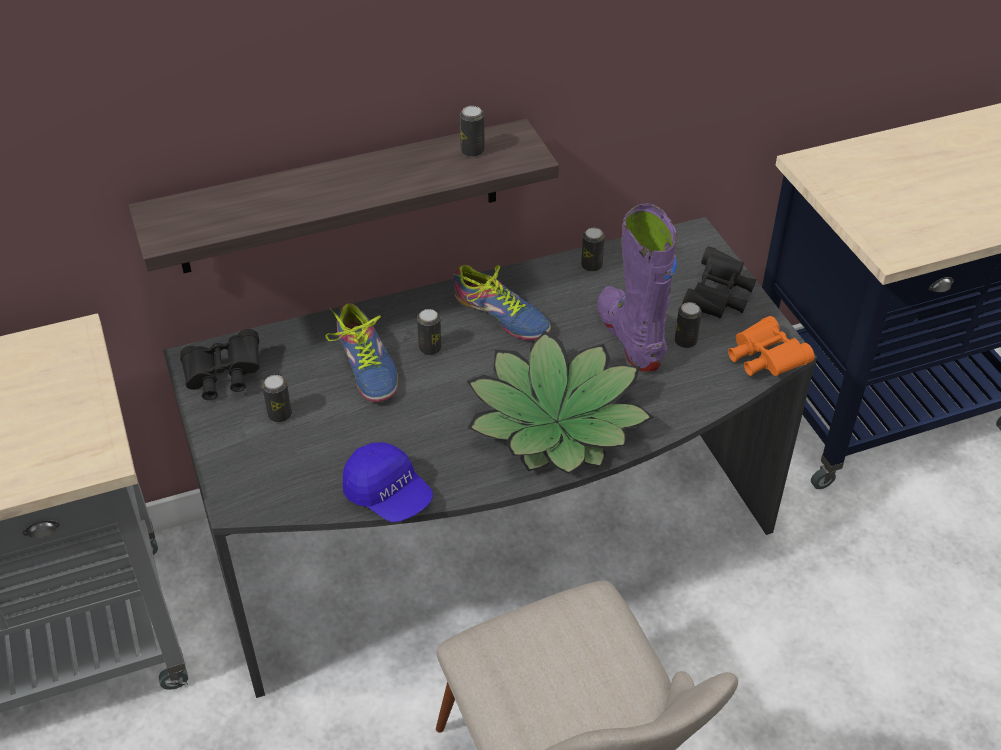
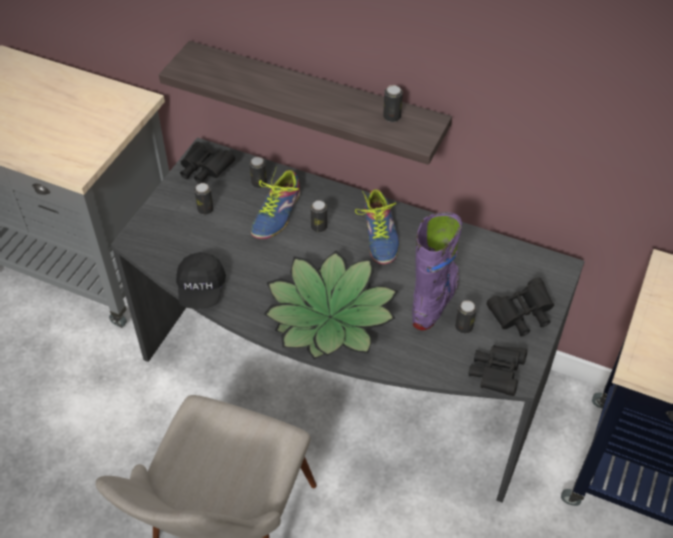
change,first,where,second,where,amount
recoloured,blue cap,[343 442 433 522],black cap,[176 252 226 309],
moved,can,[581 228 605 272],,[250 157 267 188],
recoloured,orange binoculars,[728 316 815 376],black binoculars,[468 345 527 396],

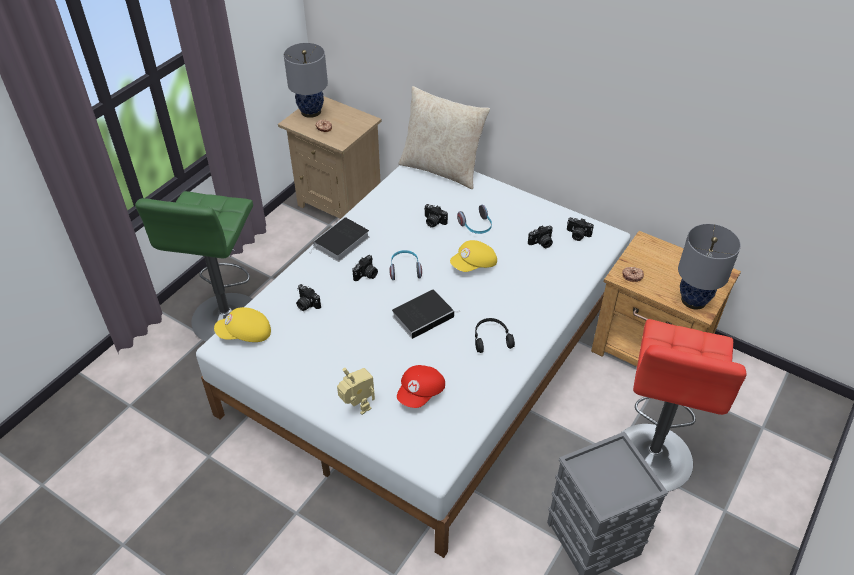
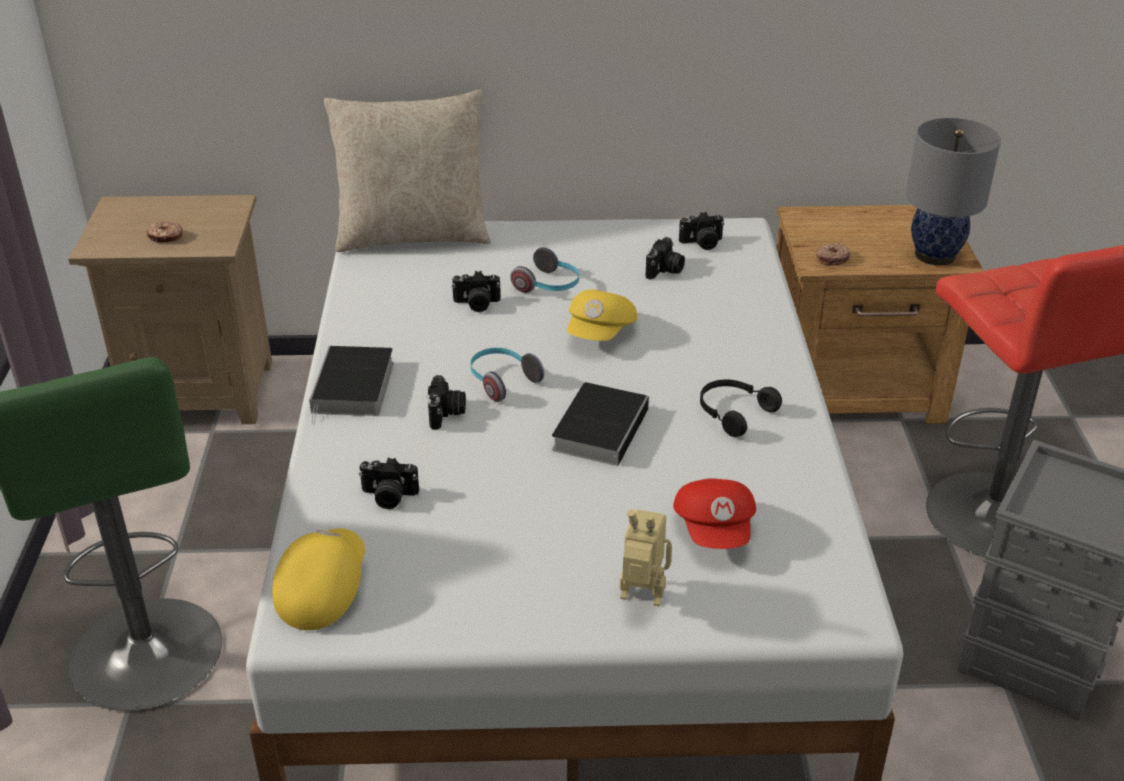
change,first,where,second,where,amount
turned,yellow cap,[214 307 271 342],,[272 528 365 630],150 degrees clockwise
removed,grey table lamp,[284 43 328 118],,,

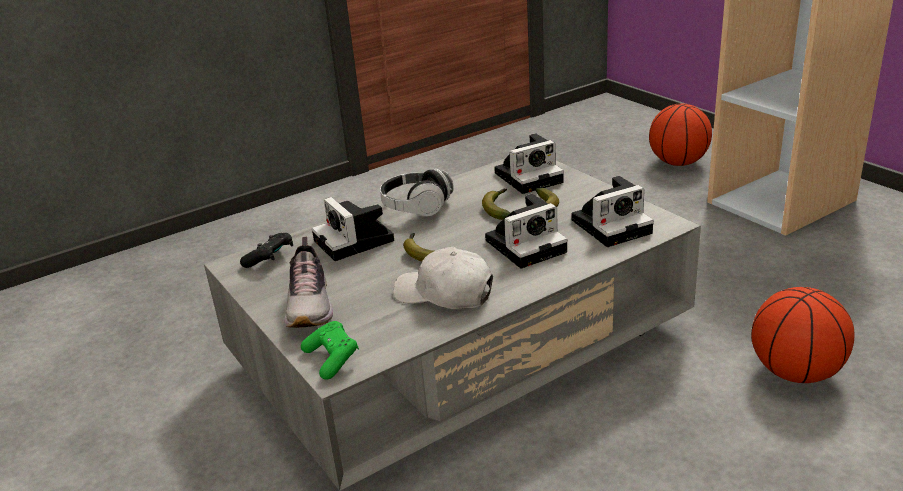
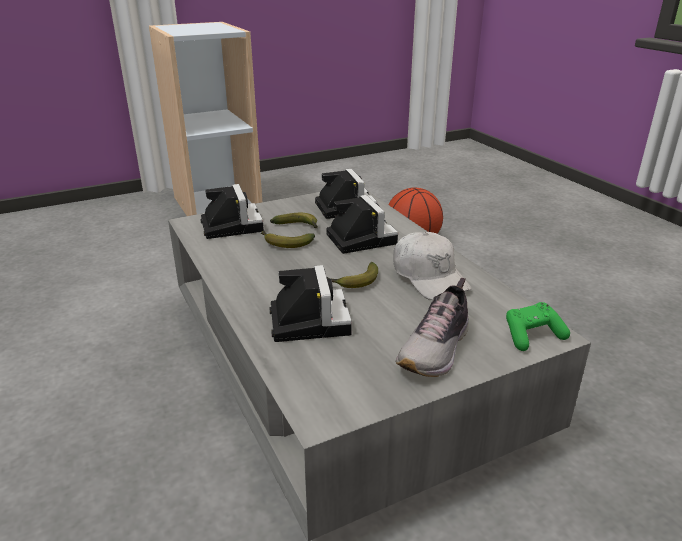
change,first,where,second,where,amount
removed,black game controller,[240 233 293 268],,,
turned,shoe,[284 237 333 328],,[396 278 469 377],120 degrees clockwise
turned,photo camera,[312 197 394 261],,[269 265 352 342],75 degrees counterclockwise
removed,headphones,[380 169 454 217],,,
turned,white cap,[393 247 493 309],,[393 232 472 300],60 degrees counterclockwise
removed,basketball,[649 103 712 166],,,

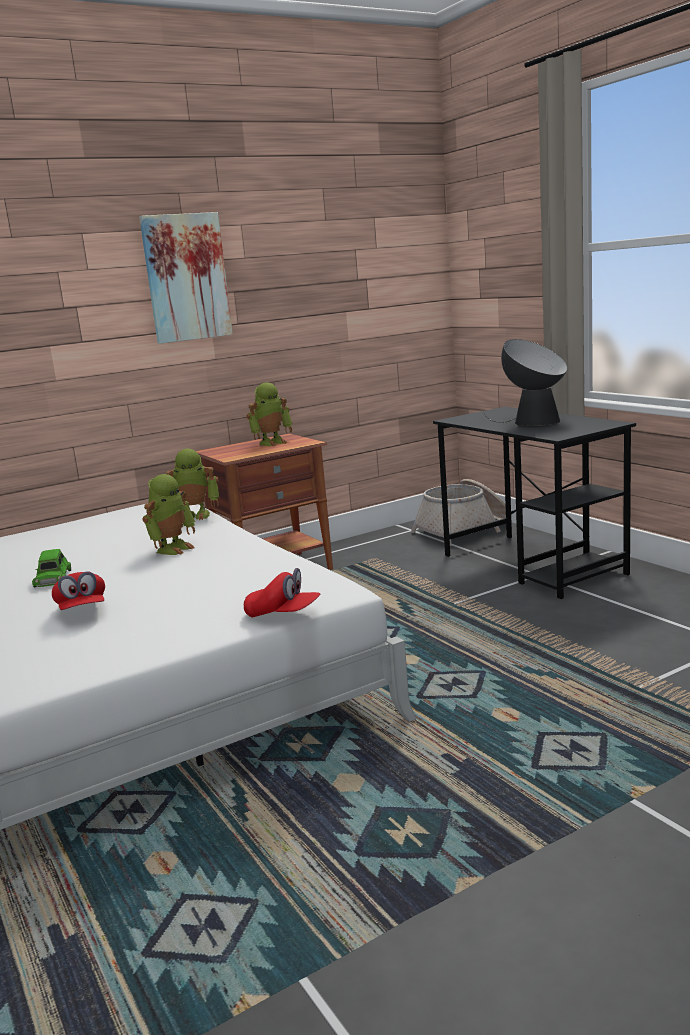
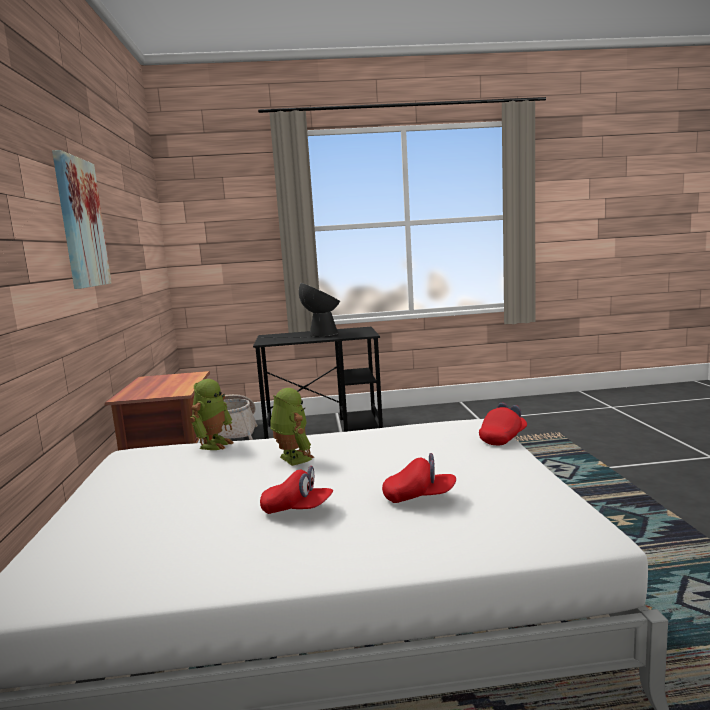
change,first,where,second,where,amount
replaced,green toy car,[32 549 71 587],red cap,[260 466 333 514],
removed,toy robot,[247 383 293 446],,,

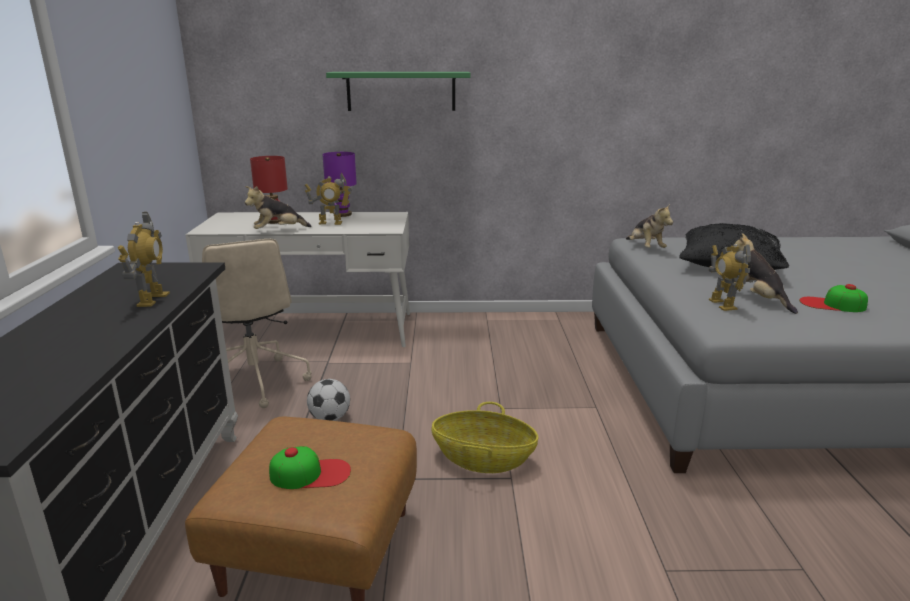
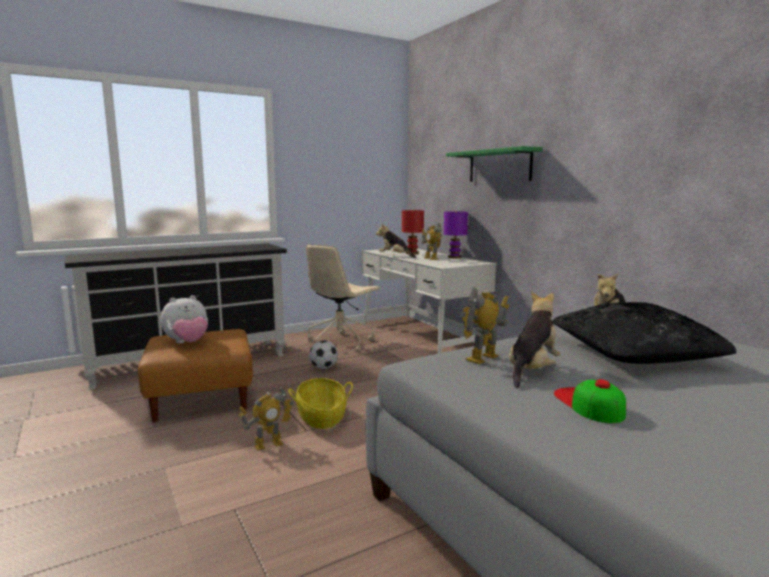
change,first,where,second,where,amount
moved,toy robot,[118 212 170 307],,[239 386 294 450],
replaced,cap,[269 446 351 489],plush toy,[161 295 208 344],

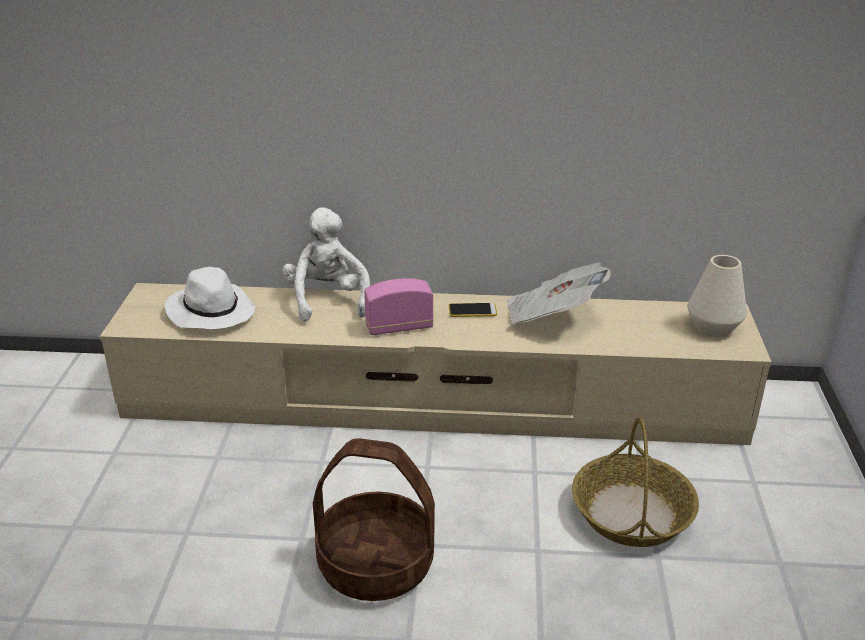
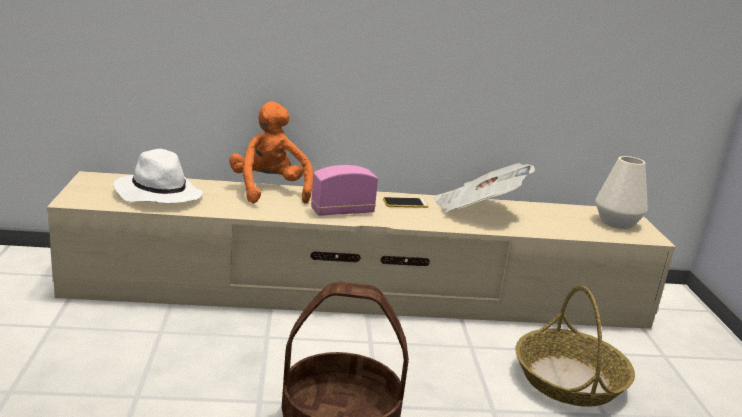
change,first,where,second,where,amount
recoloured,white plush toy,[282 207 370 322],orange plush toy,[229 101 313 204],

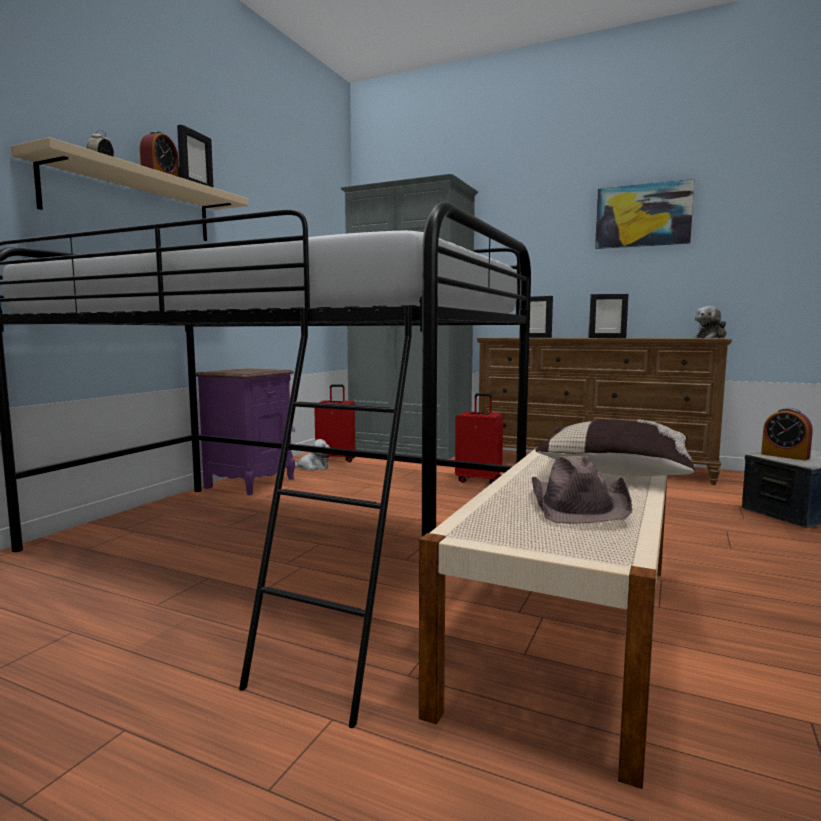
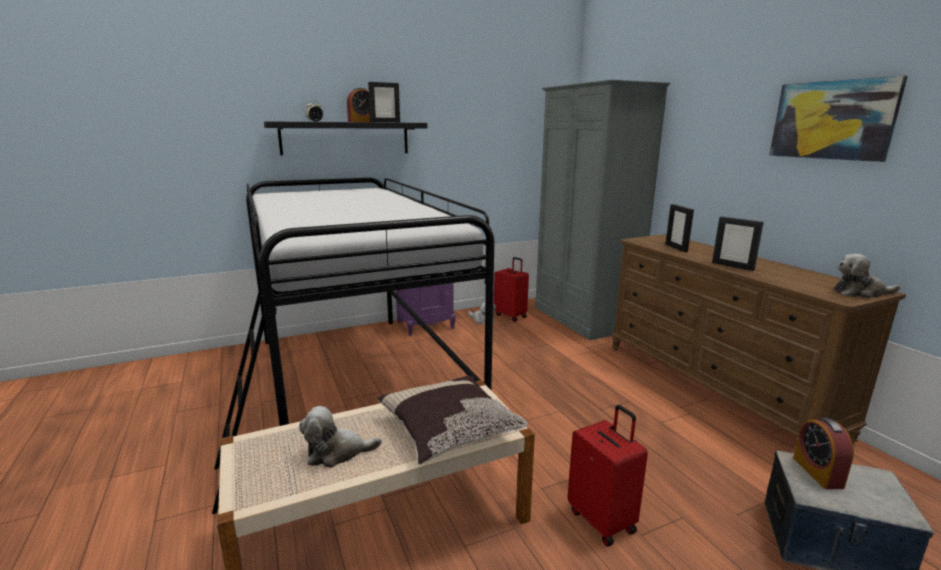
change,first,where,second,where,amount
recoloured,beige shelf,[11 137 249 241],black shelf,[264 121 427 155],
moved,red suitcase,[455 393 503 484],,[567 405 648 547],
replaced,brown hat,[532 456 632 524],plush toy,[299 406 382 468],

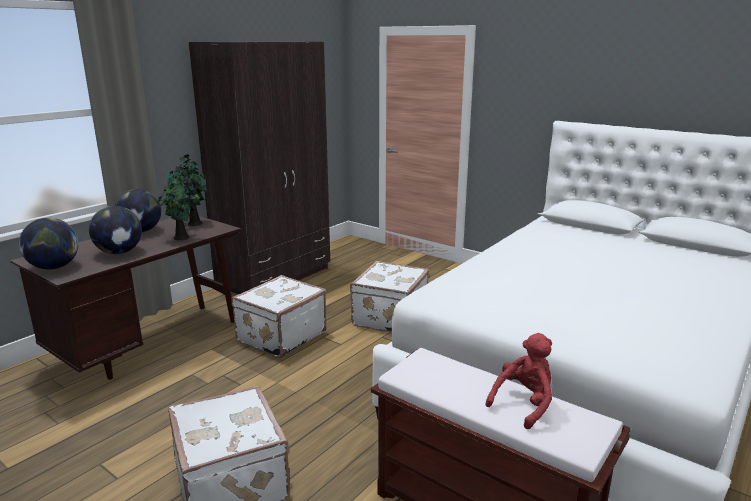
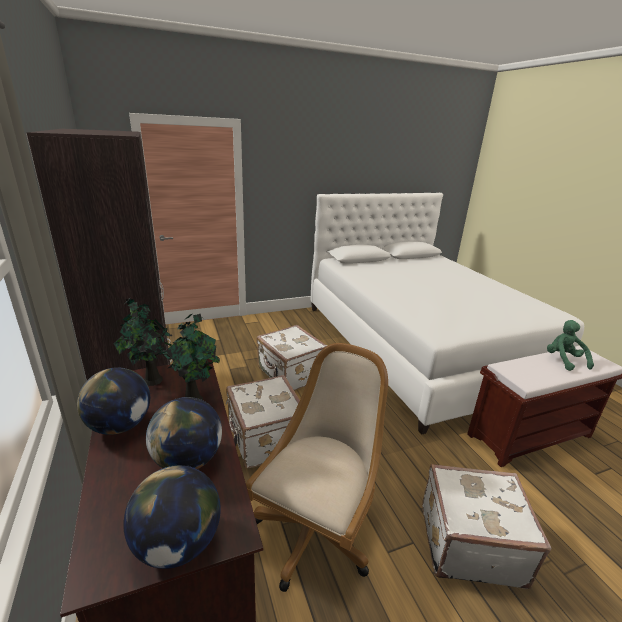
change,first,where,second,where,amount
recoloured,red plush toy,[486 333 552 429],green plush toy,[547 320 594 371],
added,,,office chair,[246 343 388 592],

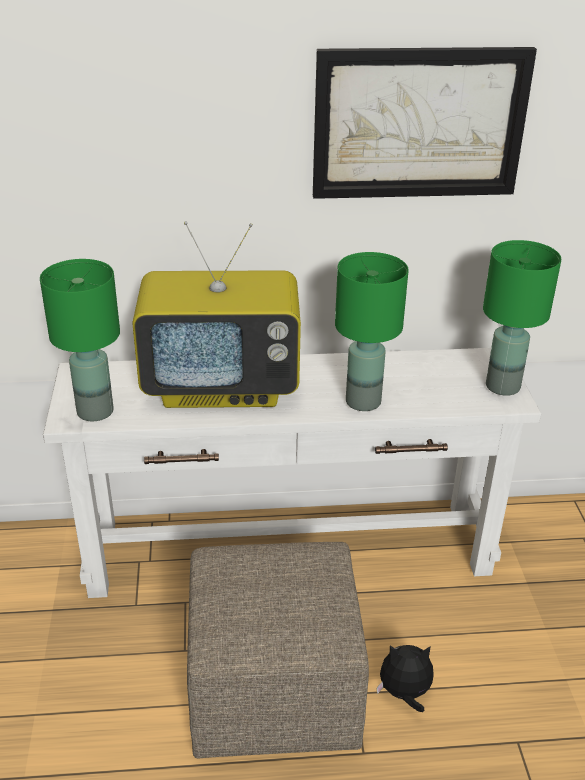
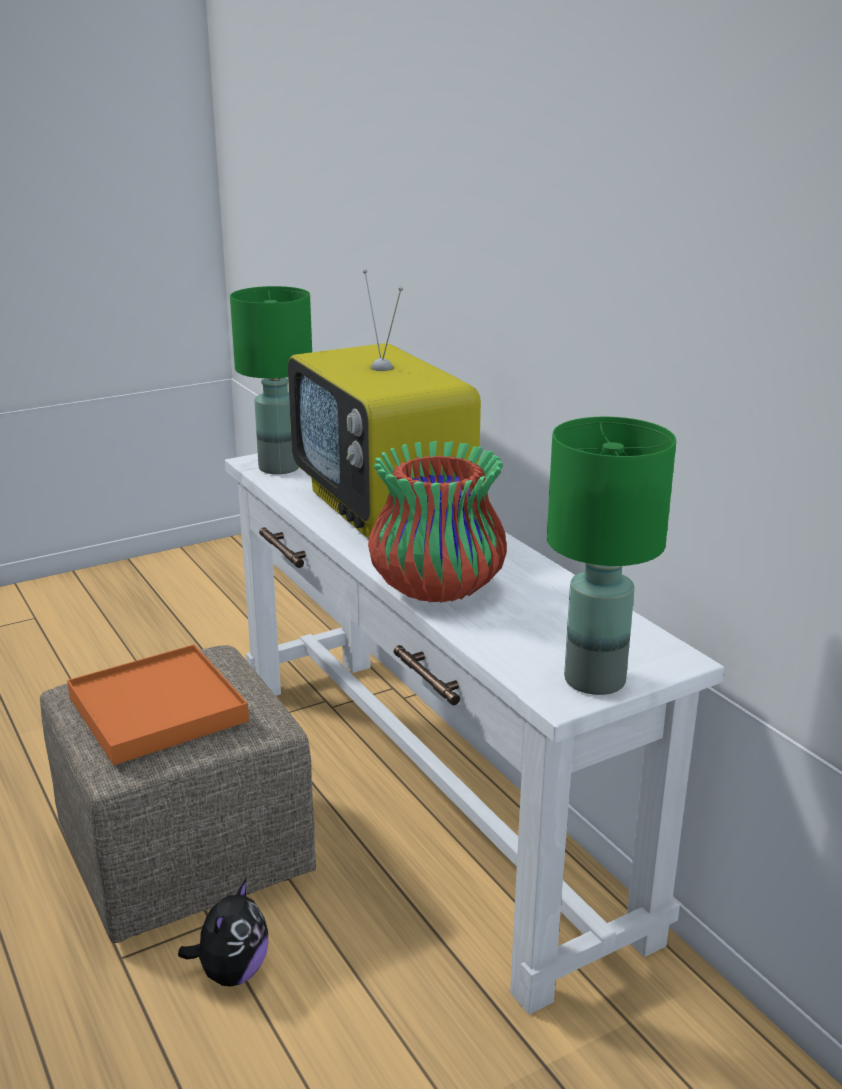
change,first,where,second,where,amount
removed,picture,[313 47 537 199],,,
replaced,green table lamp,[335 252 409 411],vase,[368 441 507 603],
turned,plush toy,[376 645 434 712],,[178 878 268 986],45 degrees clockwise
added,,,orange tray,[67 644 249 765],

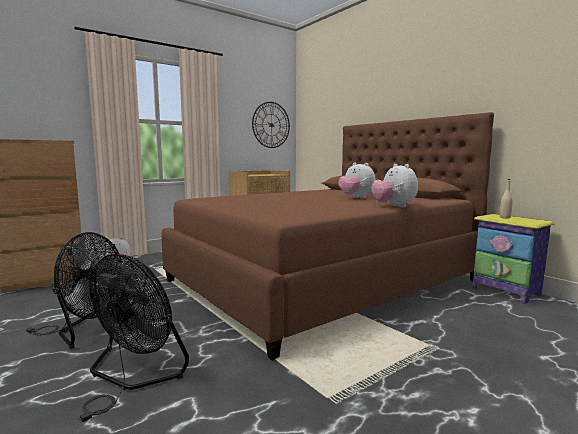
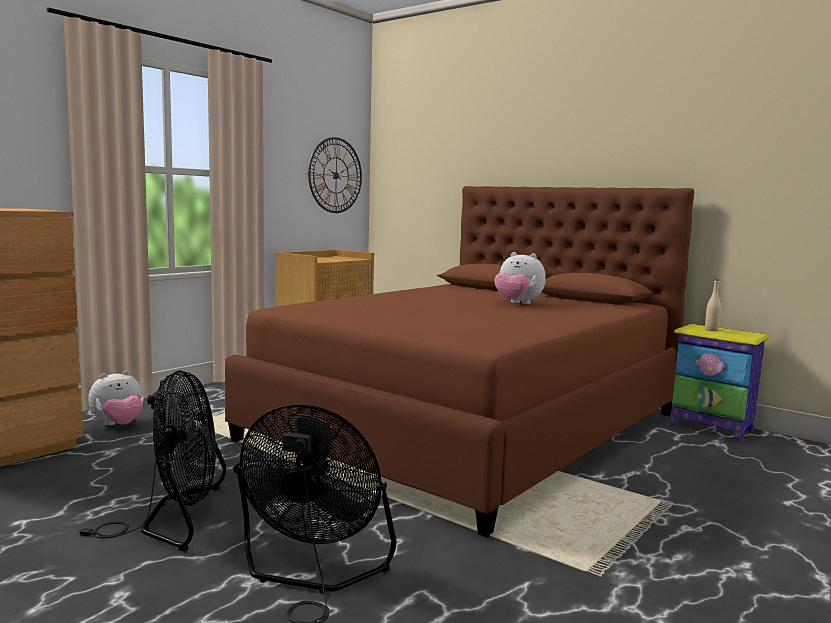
change,first,where,second,where,amount
removed,plush toy,[371 164 418 207],,,

